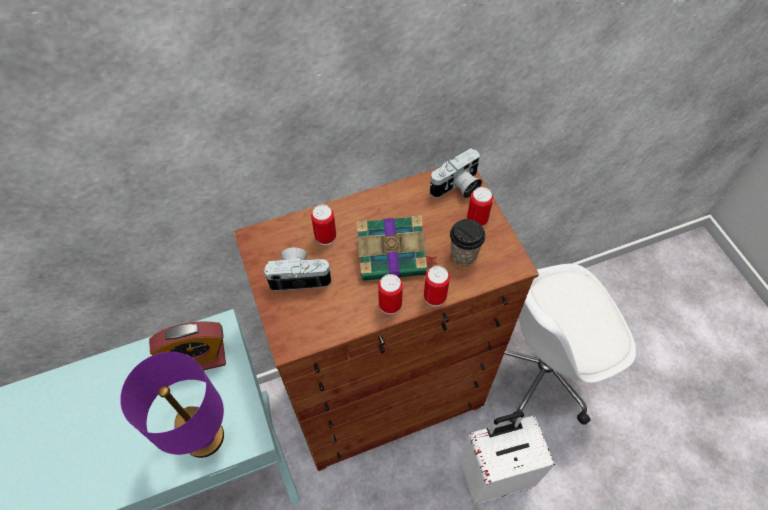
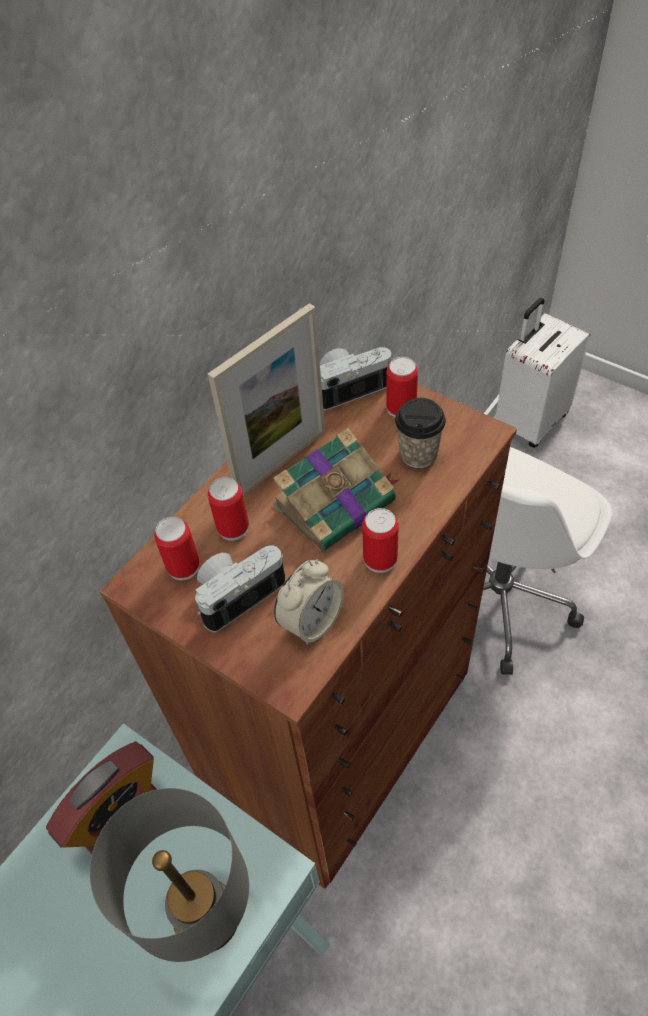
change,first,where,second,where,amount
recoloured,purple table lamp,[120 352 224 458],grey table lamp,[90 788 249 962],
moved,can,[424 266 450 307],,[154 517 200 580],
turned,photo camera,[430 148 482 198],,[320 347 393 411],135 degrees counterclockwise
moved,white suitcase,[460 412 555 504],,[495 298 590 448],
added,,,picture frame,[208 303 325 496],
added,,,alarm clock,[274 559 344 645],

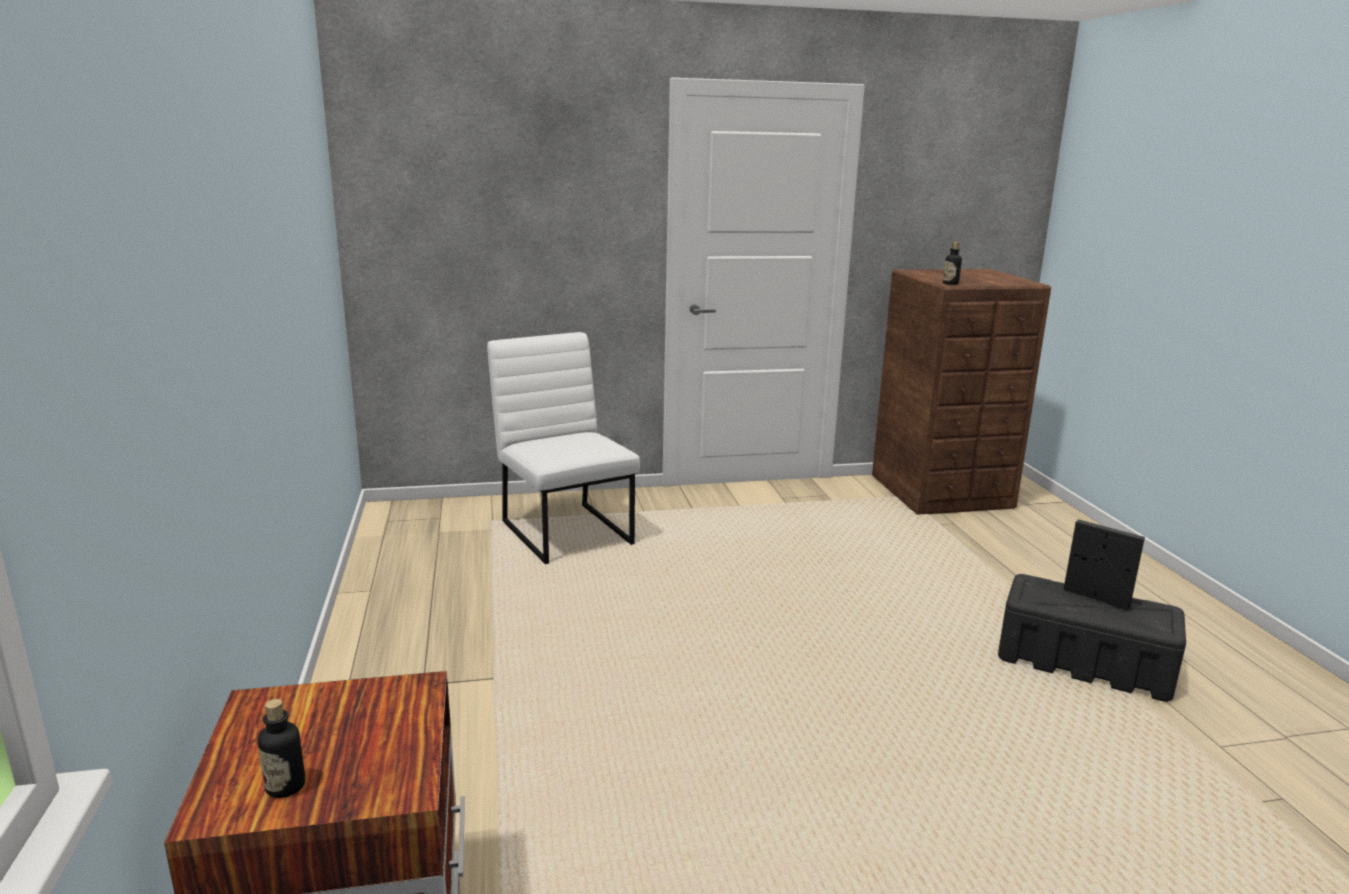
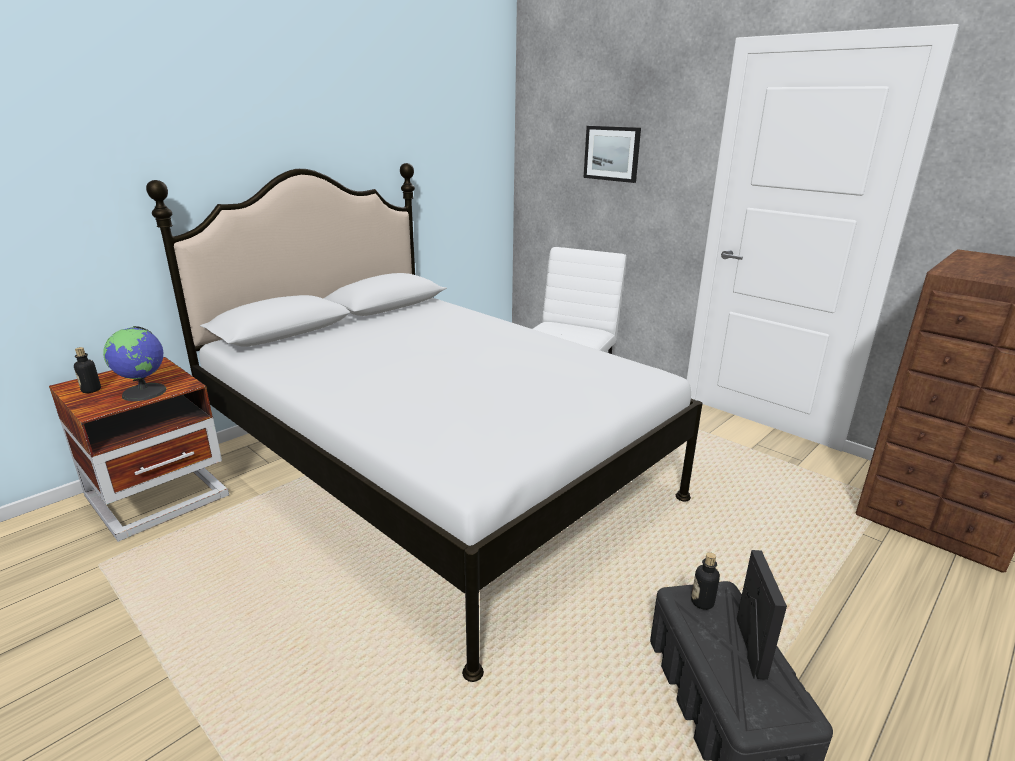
change,first,where,second,where,amount
moved,bottle,[943 242 962 285],,[691 552 720 610],
added,,,globe,[103 326 167 401],
added,,,white bed,[146 163 703 682],
added,,,picture,[584 126 641 183],

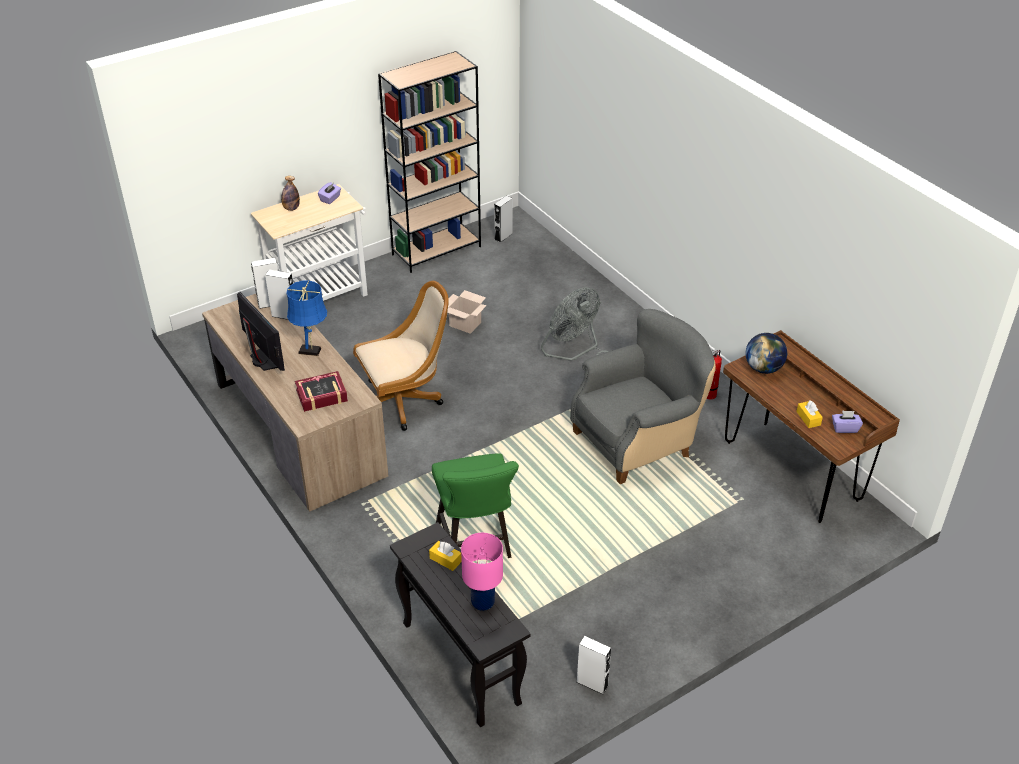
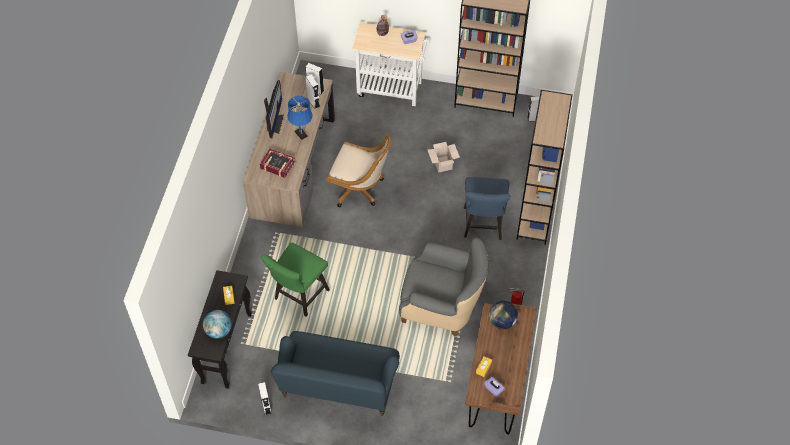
change,first,where,second,where,amount
replaced,pink table lamp,[461 533 503 611],globe,[203 310 232 339],
replaced,grey fan,[541 288 609 360],blue chair,[464 177 511 240],
added,,,blue sofa,[271 331 400 416],
added,,,beige bookcase,[516 90 573 245],

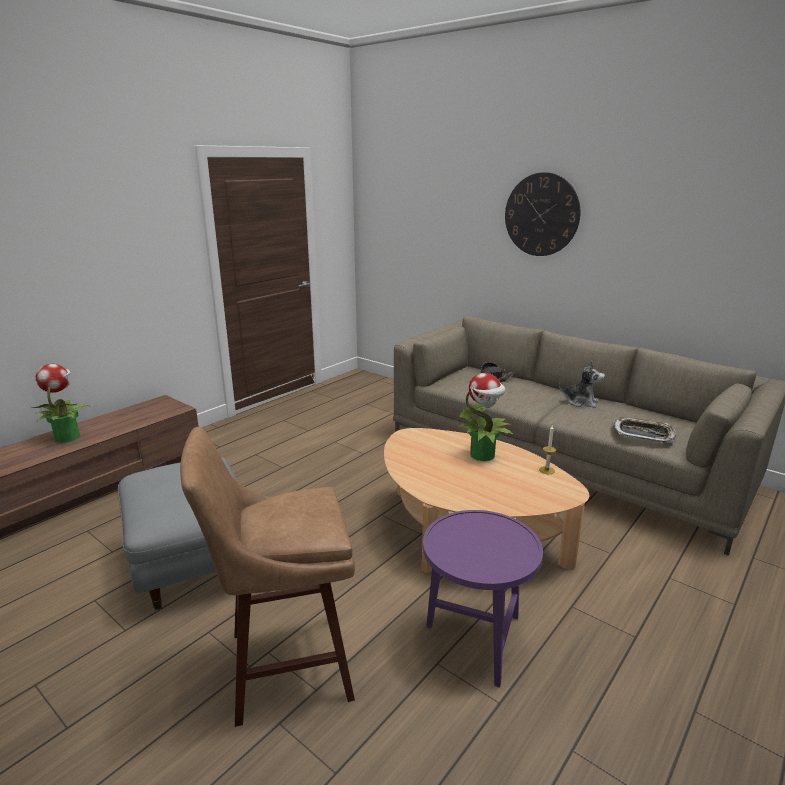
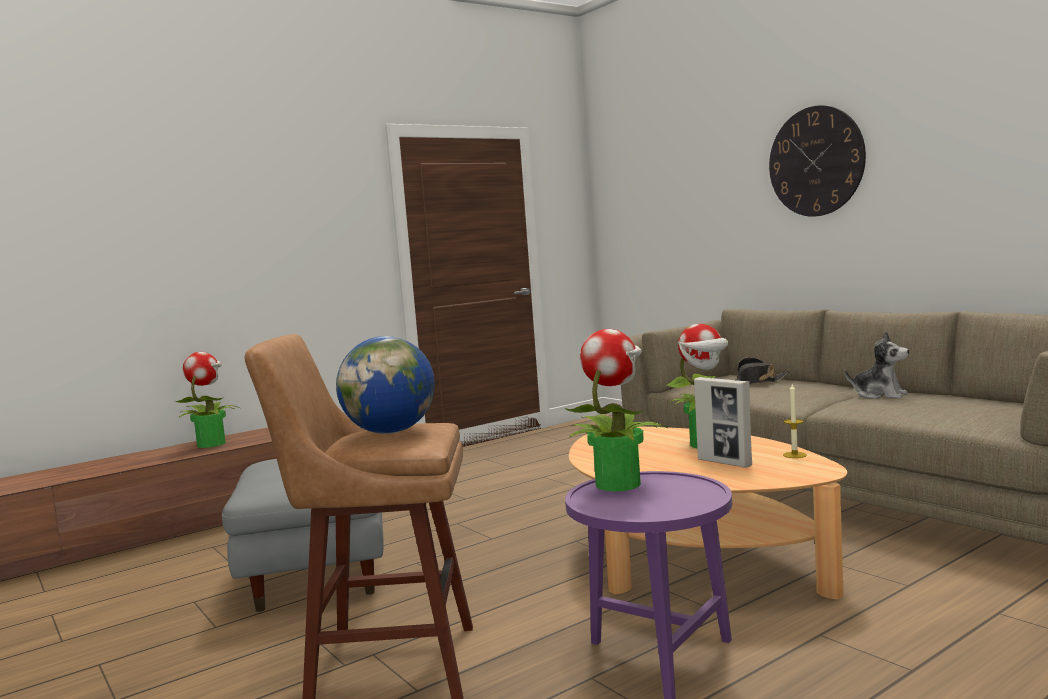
change,first,where,second,where,amount
removed,tray,[612 417 676 443],,,
added,,,globe,[336 336 435 434],
added,,,potted plant,[564 329 667 492],
added,,,picture frame,[694 377 752 468],

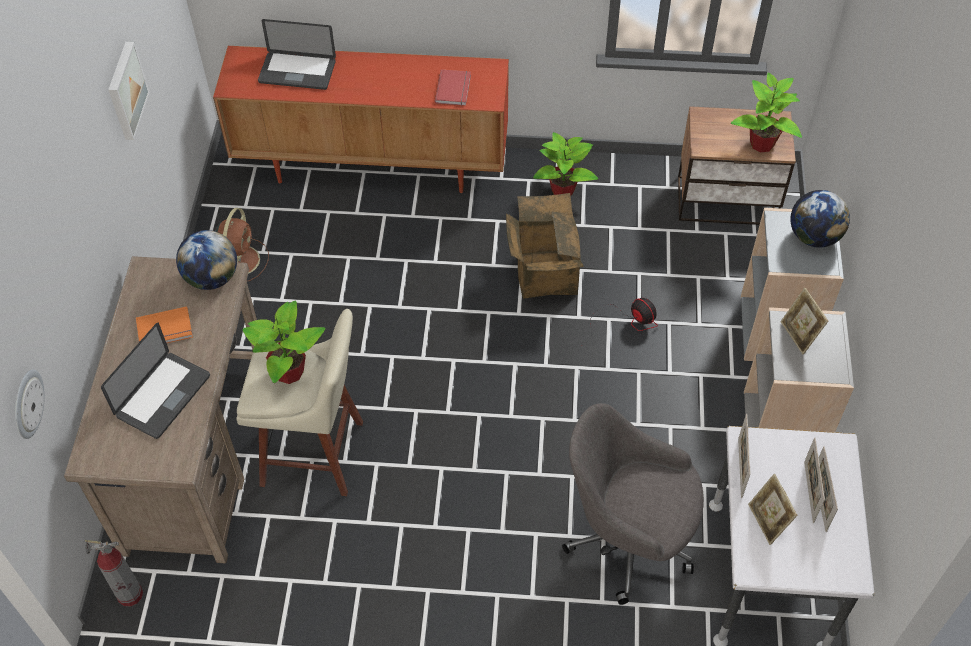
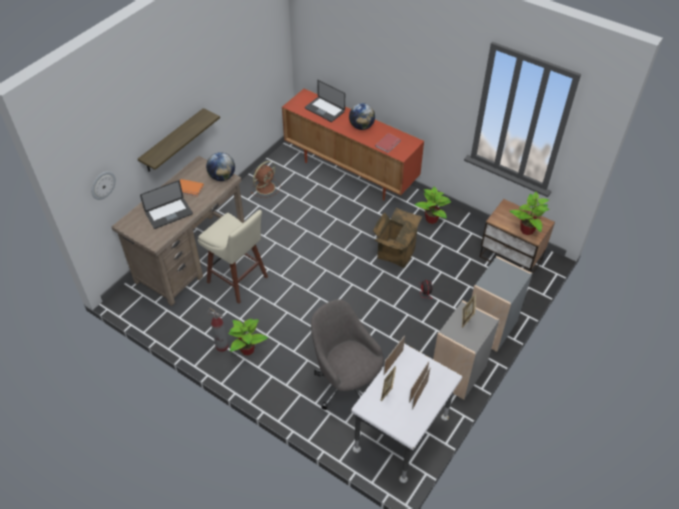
change,first,where,second,where,amount
moved,fire extinguisher,[85 540 143 607],,[208 308 229 352],
removed,picture,[108 41 150 140],,,
moved,potted plant,[243 300 326 384],,[228 319 268 356],
moved,globe,[790 190 850 248],,[349 103 375 130],
added,,,shelf,[138 108 220 172],

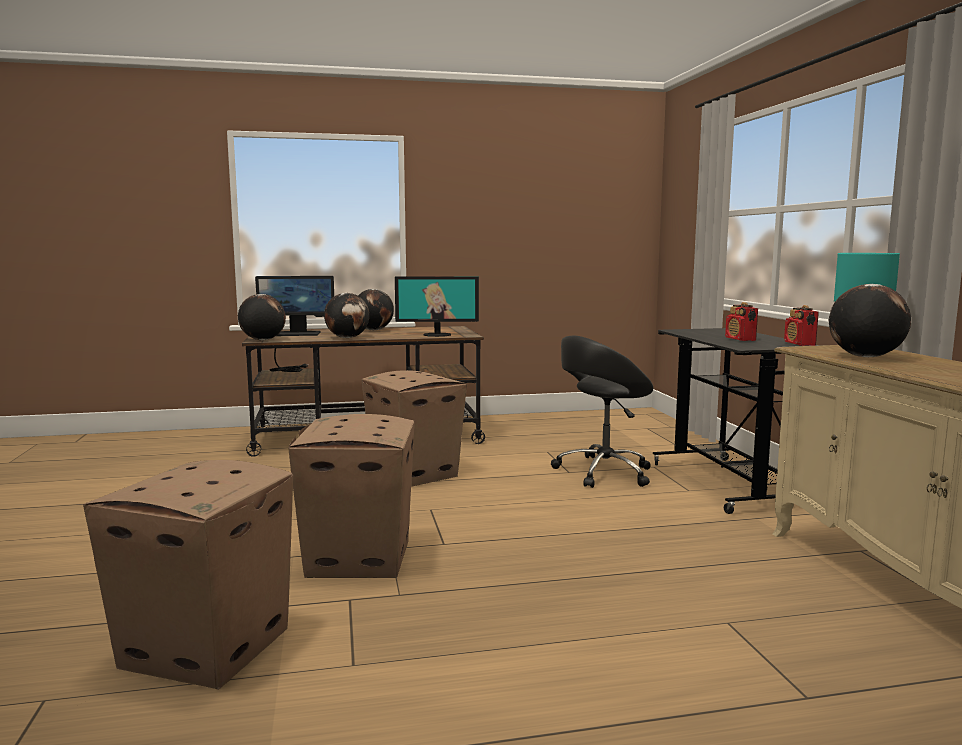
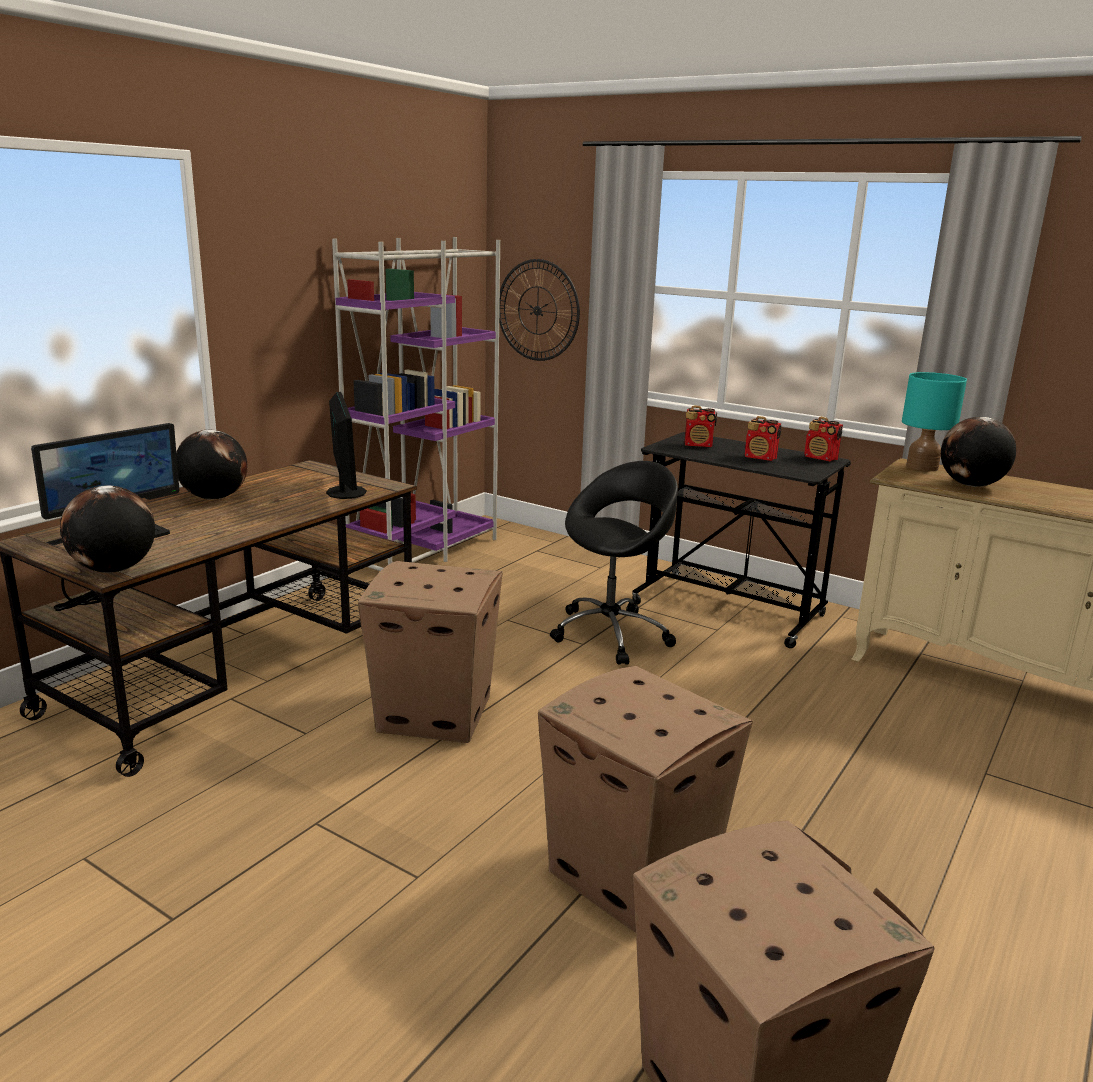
change,first,where,second,where,amount
removed,globe,[324 293 369 338],,,
turned,monitor,[395 277 479 337],,[326 392 367 499],60 degrees counterclockwise
turned,black office chair,[551 336 653 488],,[550 461 678 665],135 degrees counterclockwise
added,,,purple bookcase,[332 237 500 571],
added,,,wall clock,[499 259 580 361],
added,,,radio,[684 405 717 447],

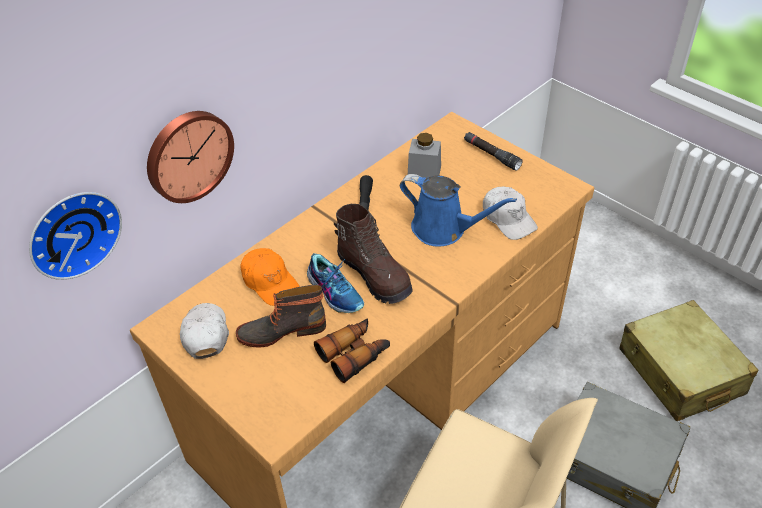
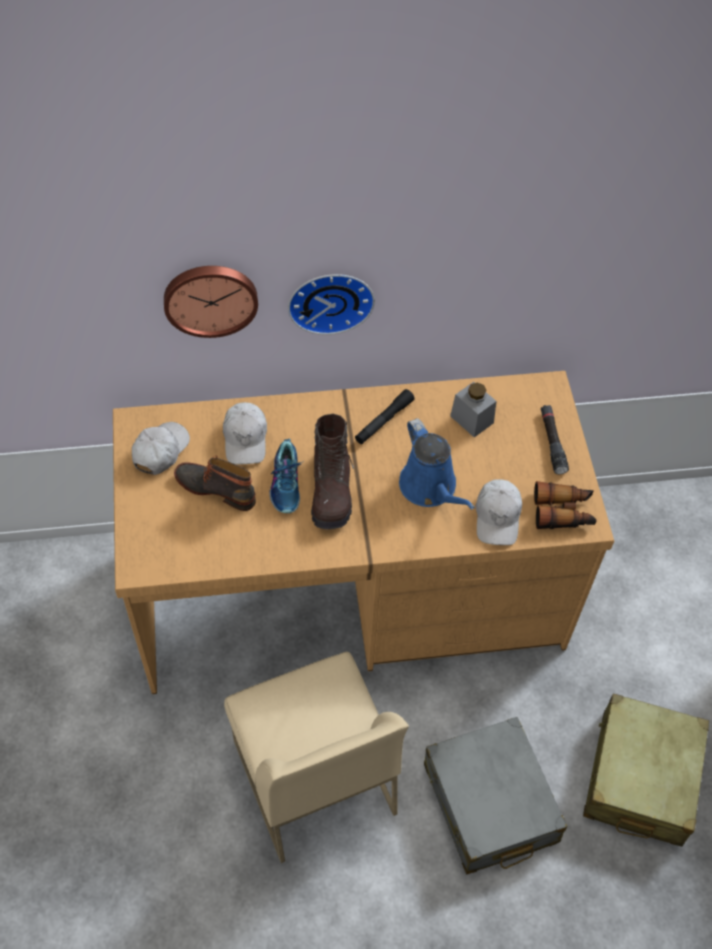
change,first,where,second,where,amount
moved,wall clock,[29 192 122 280],,[288 274 375 335],
recoloured,orange cap,[240 248 300 306],white cap,[223 402 267 465],
moved,binoculars,[314 319 390 383],,[534 481 596 529],

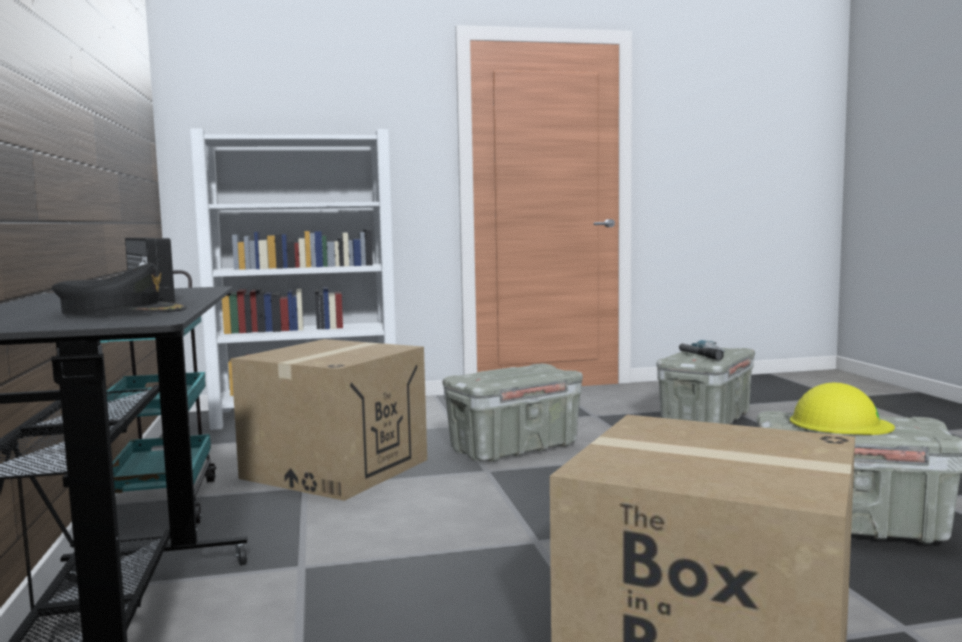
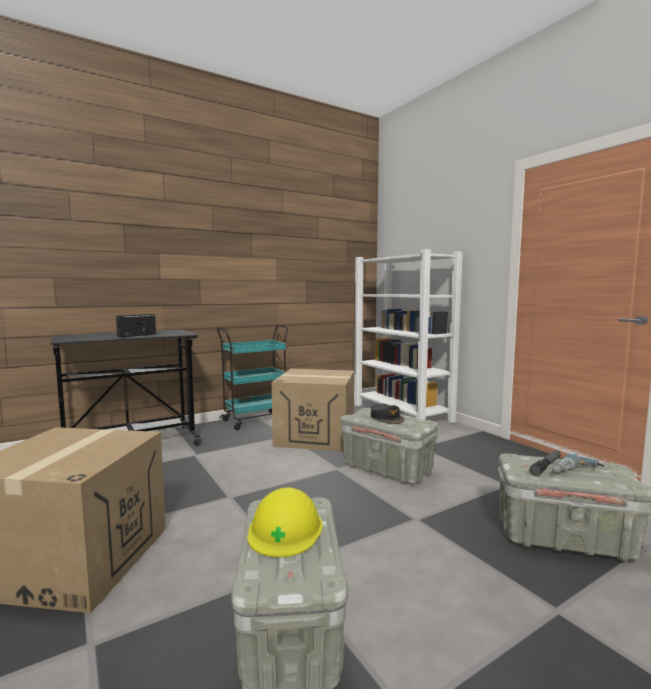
change,first,where,second,where,amount
moved,black cap,[52 263 187 315],,[371 404 404 424],

